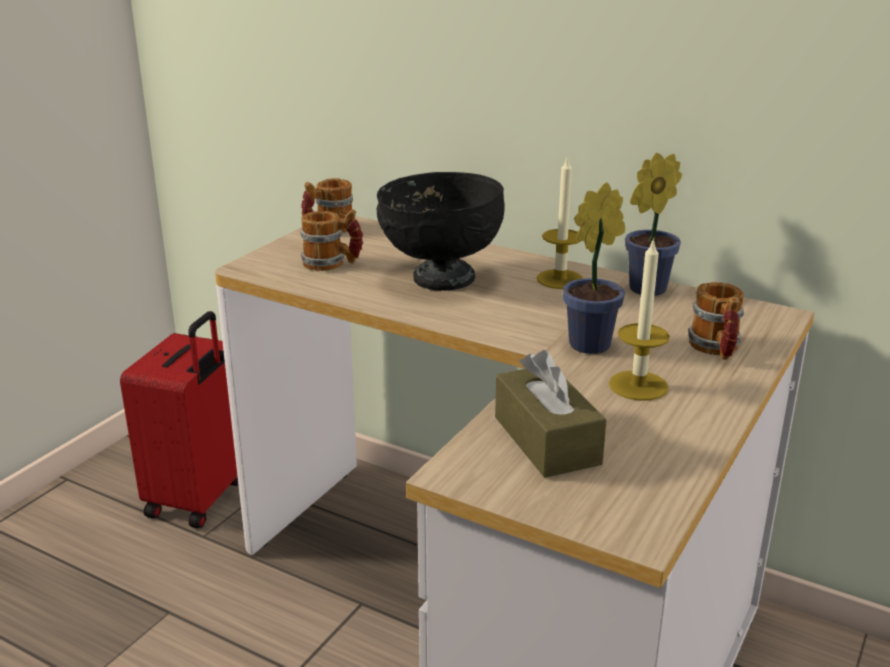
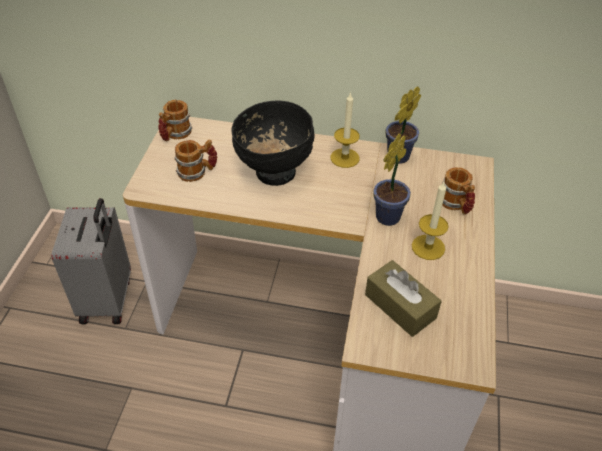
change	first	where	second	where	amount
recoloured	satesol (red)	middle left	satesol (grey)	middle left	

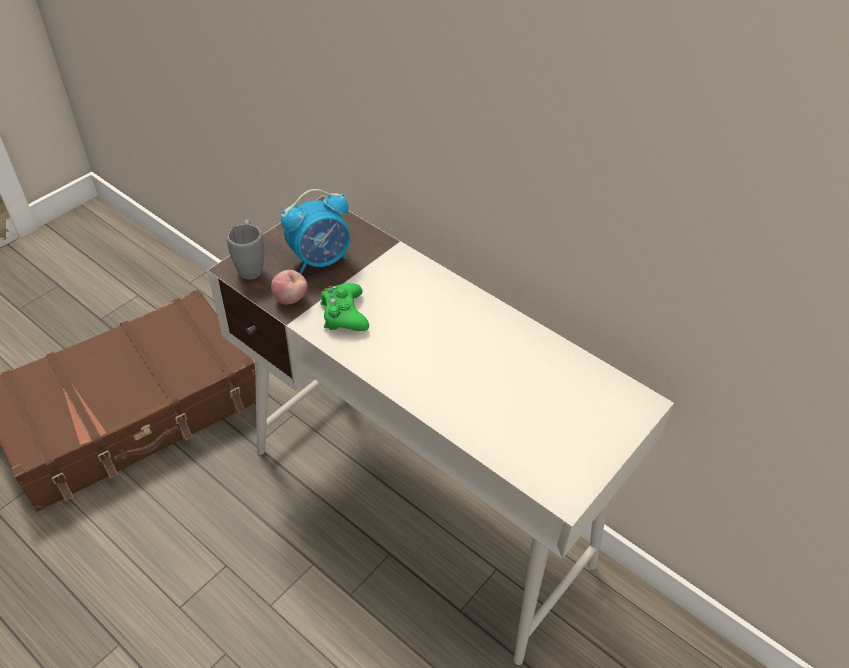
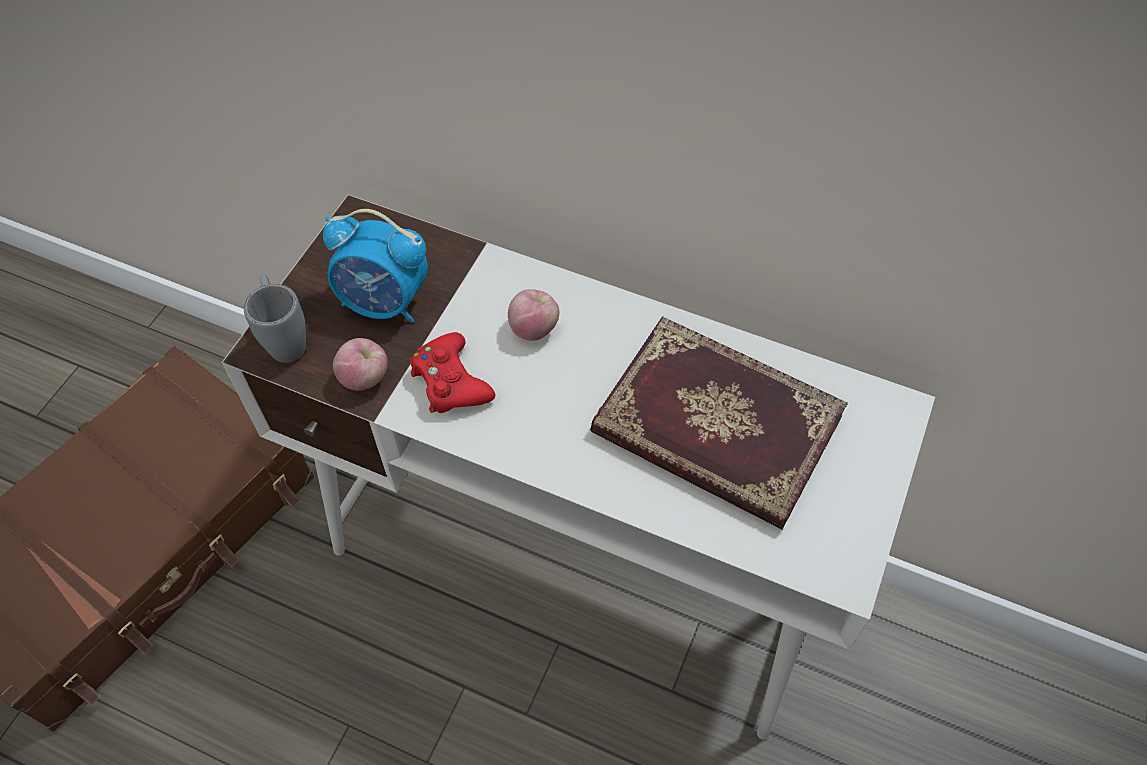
change	first	where	second	where	amount
turned	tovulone	centre		middle left	60 degrees clockwise
recoloured	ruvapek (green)	centre	ruvapek (red)	centre	
added			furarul (2nd from left)	centre	
added			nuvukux	centre	

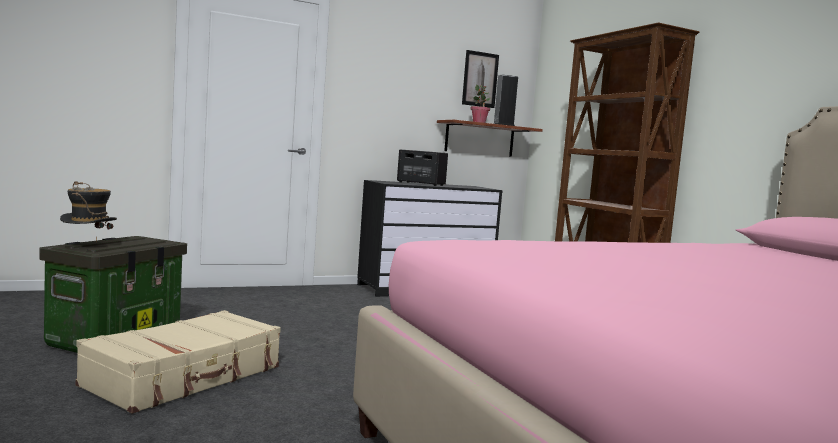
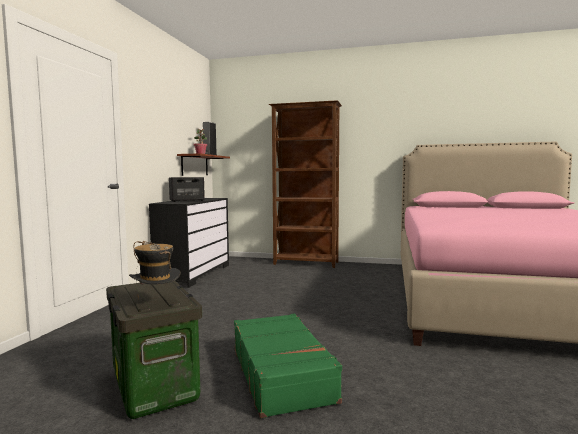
change	first	where	second	where	amount
removed	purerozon	top centre			
recoloured	satesol (beige)	bottom left	satesol (green)	bottom centre	

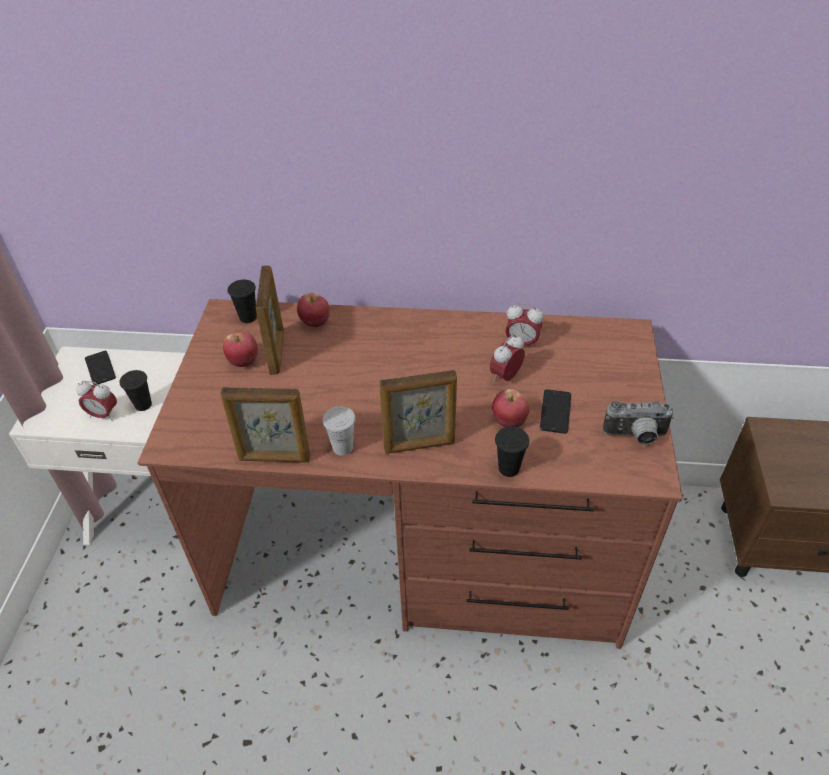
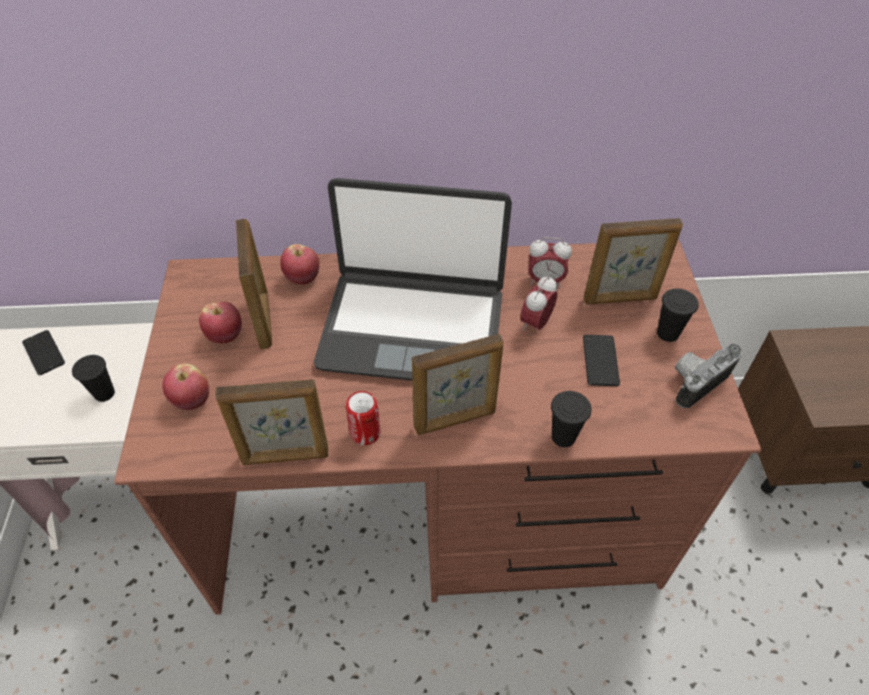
change	first	where	second	where	amount
moved	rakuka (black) (2nd from left in the first image)	middle left	rakuka (black) (3rd from left)	middle right	
removed	tovulone (1st from left)	middle left			
moved	furarul (3rd from left in the first image)	centre	furarul (1st from left)	middle left	
turned	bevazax	middle right		middle right	150 degrees clockwise
replaced	rakuka (white)	centre	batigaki	centre	
added			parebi	centre	
added			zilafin (4th from left)	middle right	

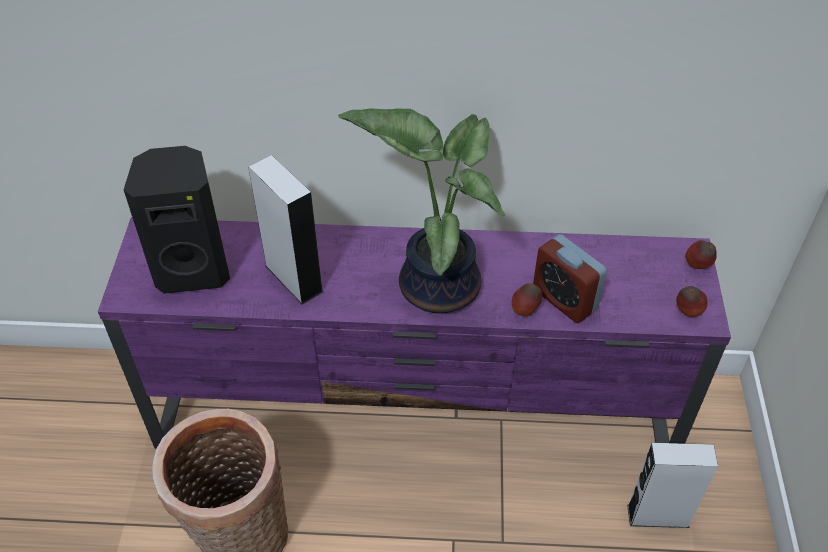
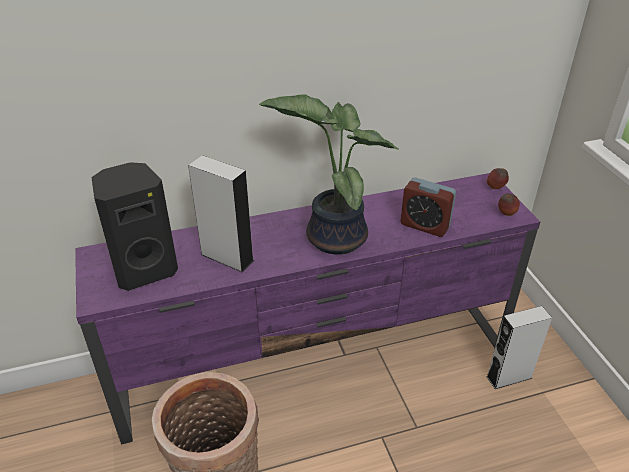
change	first	where	second	where	amount
removed	furarul (1st from left)	centre			

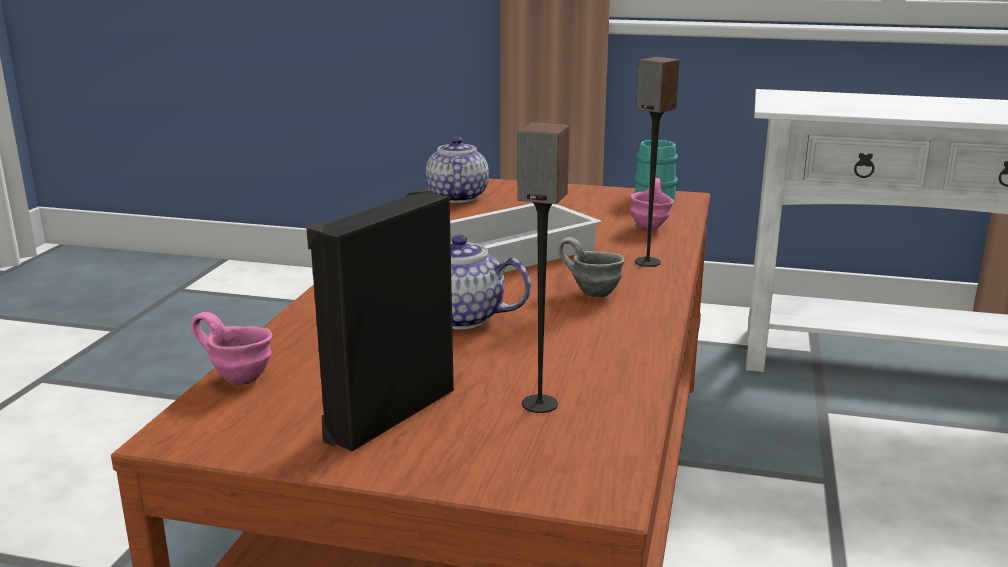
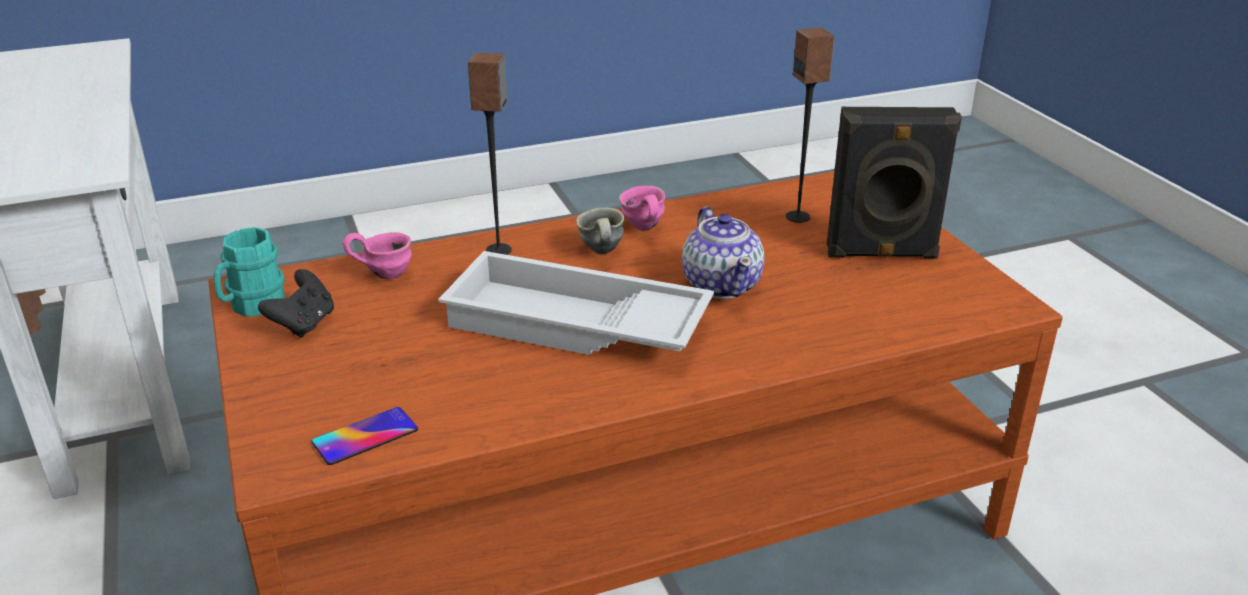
change	first	where	second	where	amount
replaced	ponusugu (1st from left)	top centre	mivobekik	bottom left	
moved	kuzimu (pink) (1st from left in the first image)	middle left	kuzimu (pink) (2nd from left)	centre	
added			ruvapek (black)	middle left	

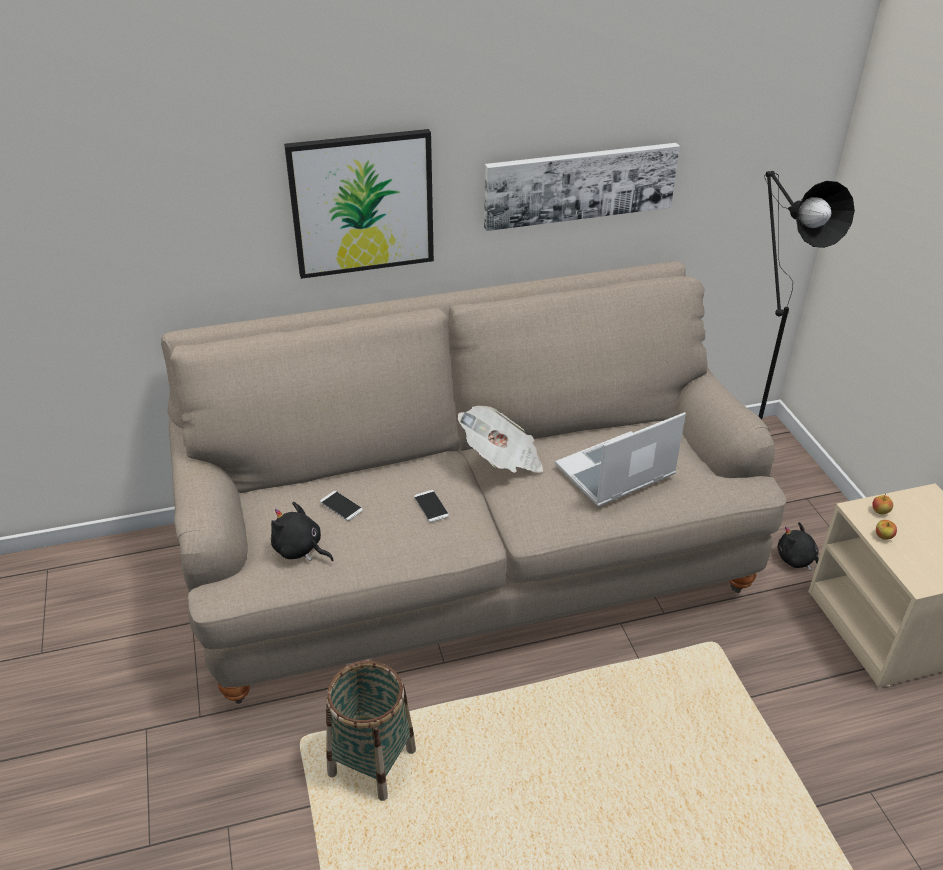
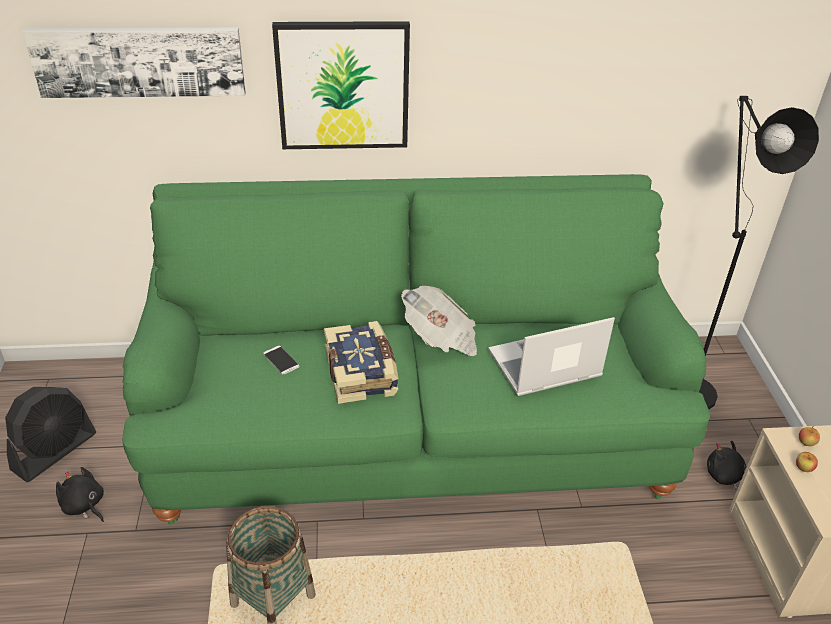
change	first	where	second	where	amount
moved	purerozon (2nd from left in the first image)	top centre	purerozon (1st from left)	top left	
recoloured	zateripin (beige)	centre	zateripin (green)	centre	
replaced	mivobekik (2nd from left)	centre	nuvukux	centre	
moved	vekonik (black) (1st from left)	middle left		bottom left	
added			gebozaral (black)	bottom left	

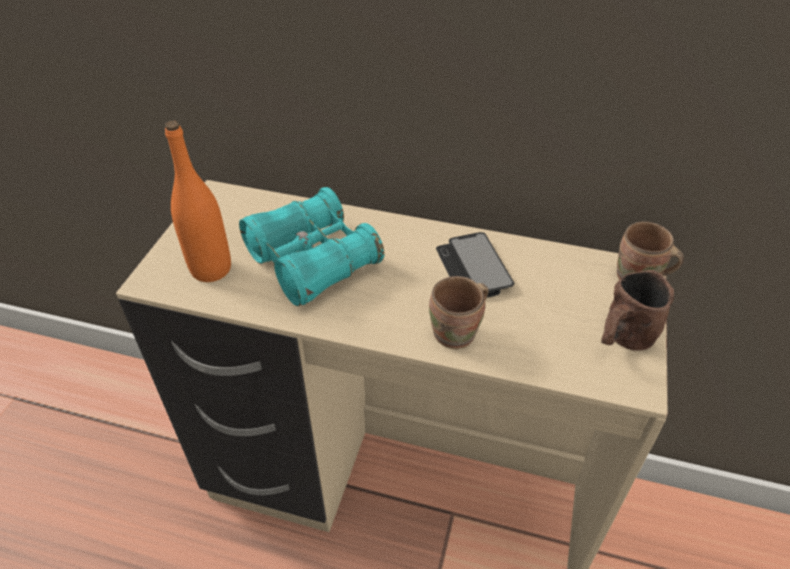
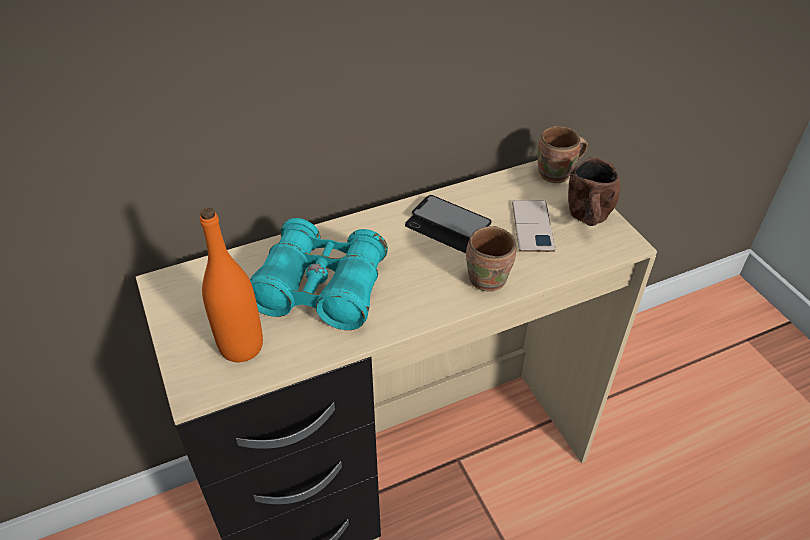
change	first	where	second	where	amount
added			mivobekik (2nd from left)	centre	

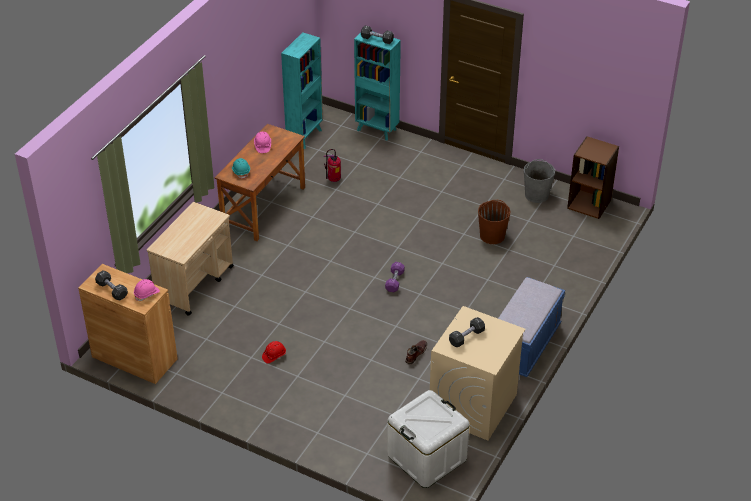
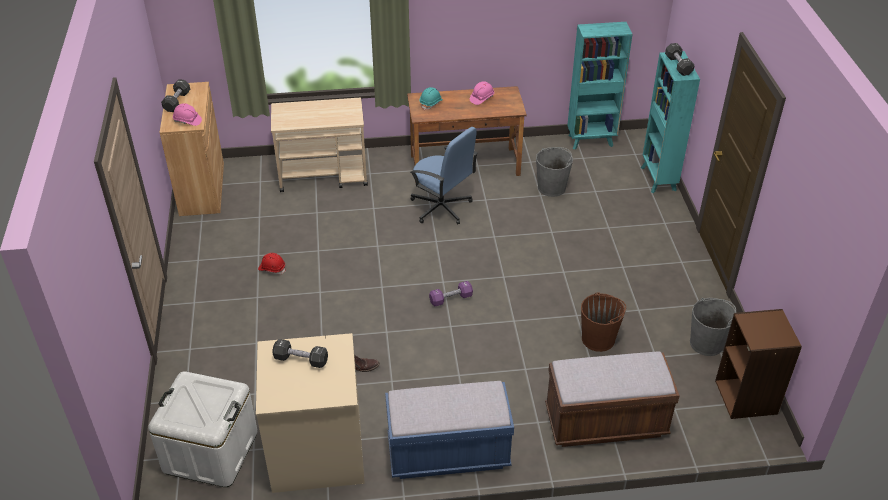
change	first	where	second	where	amount
replaced	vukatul	top centre	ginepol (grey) (1st from left)	centre	
added			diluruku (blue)	centre	
added			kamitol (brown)	bottom right	

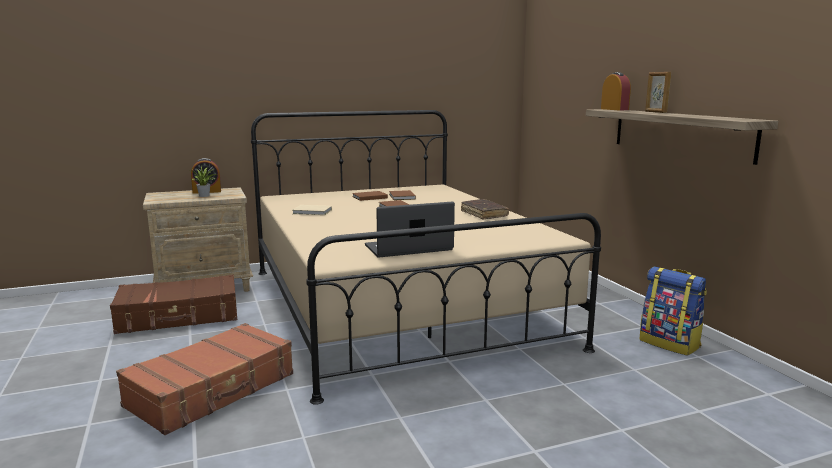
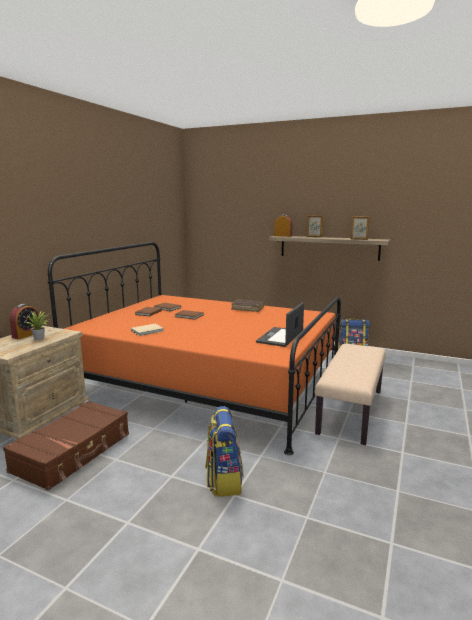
change	first	where	second	where	amount
recoloured	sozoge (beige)	centre	sozoge (orange)	centre	
replaced	satesol (brown) (2nd from left)	bottom left	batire (1st from left)	bottom centre	
added			zilafin (2nd from left)	middle right	
added			kamitol (beige)	middle right	

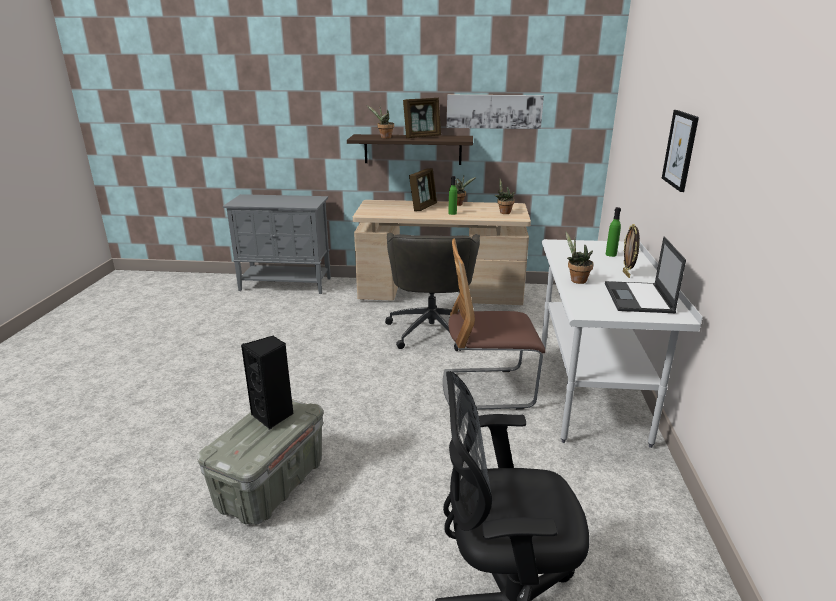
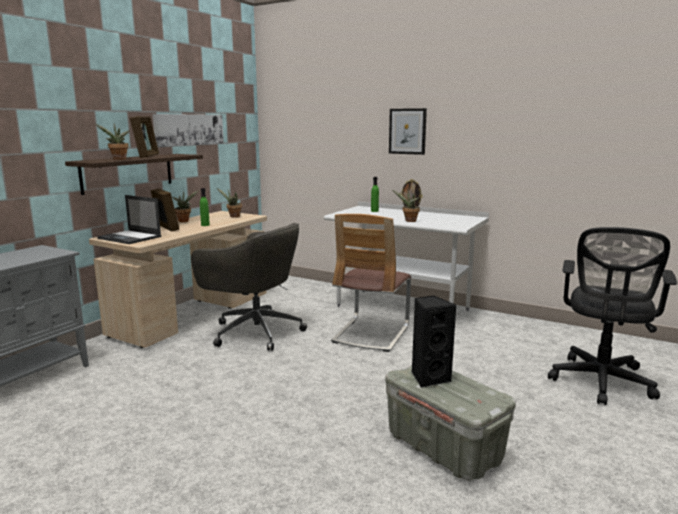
change	first	where	second	where	amount
moved	parebi	middle right		middle left	

